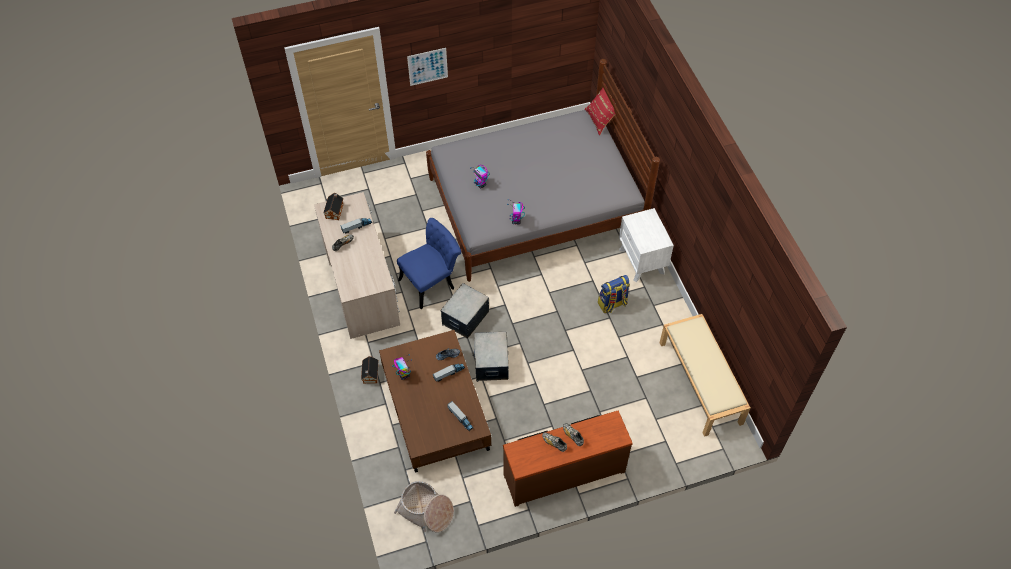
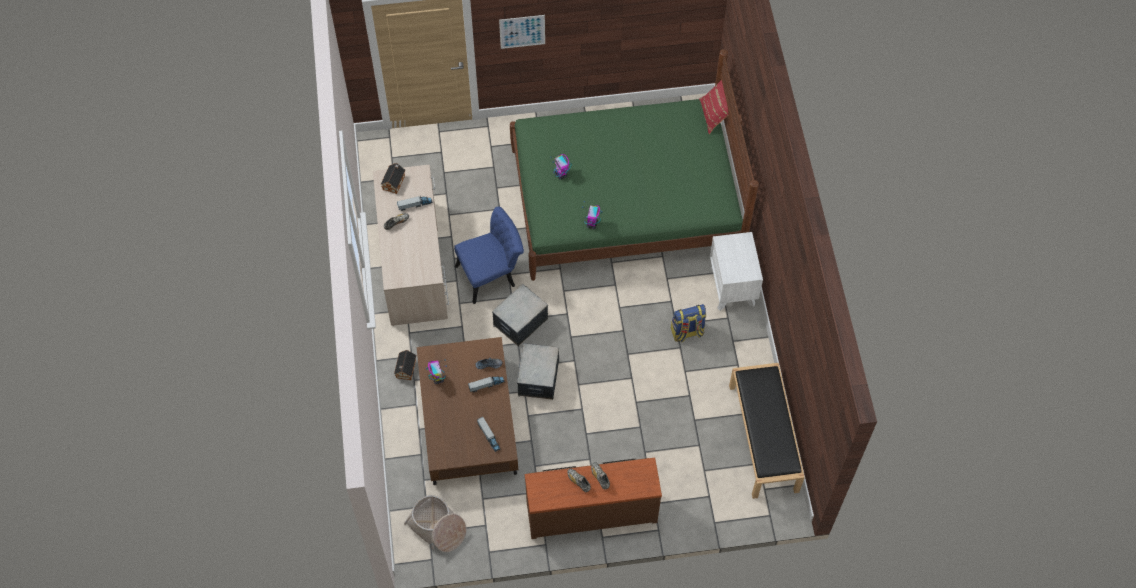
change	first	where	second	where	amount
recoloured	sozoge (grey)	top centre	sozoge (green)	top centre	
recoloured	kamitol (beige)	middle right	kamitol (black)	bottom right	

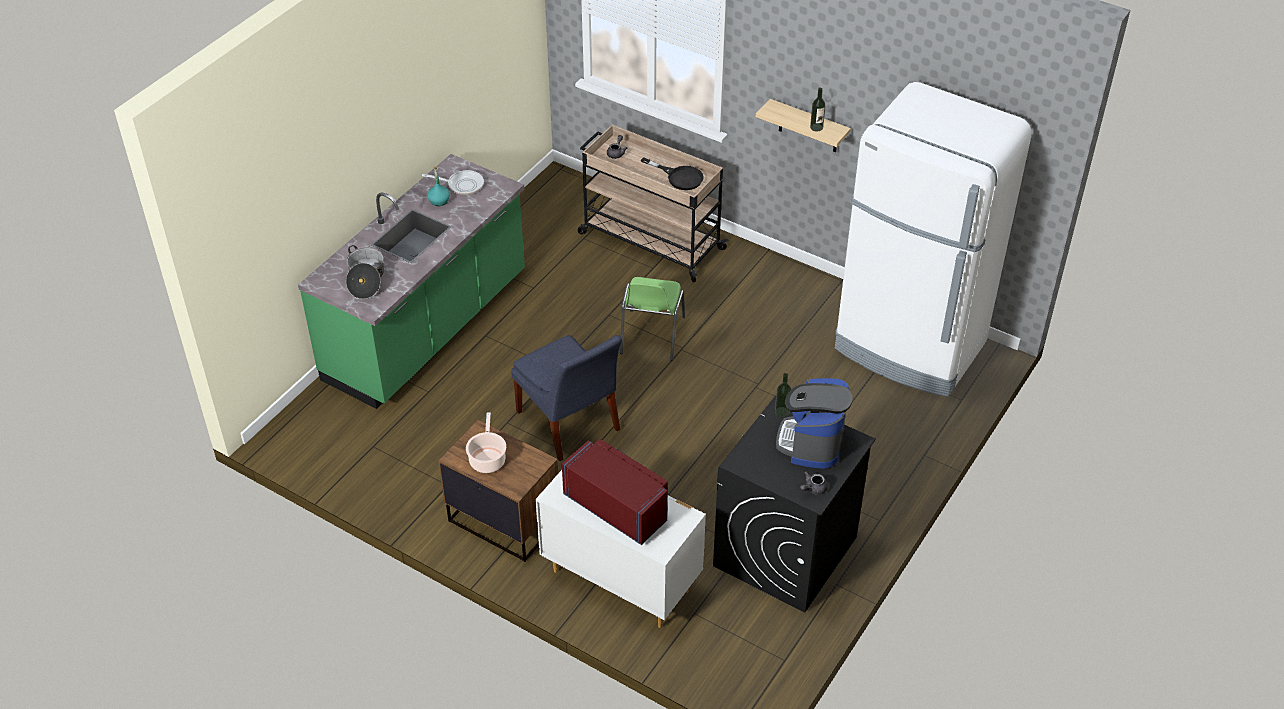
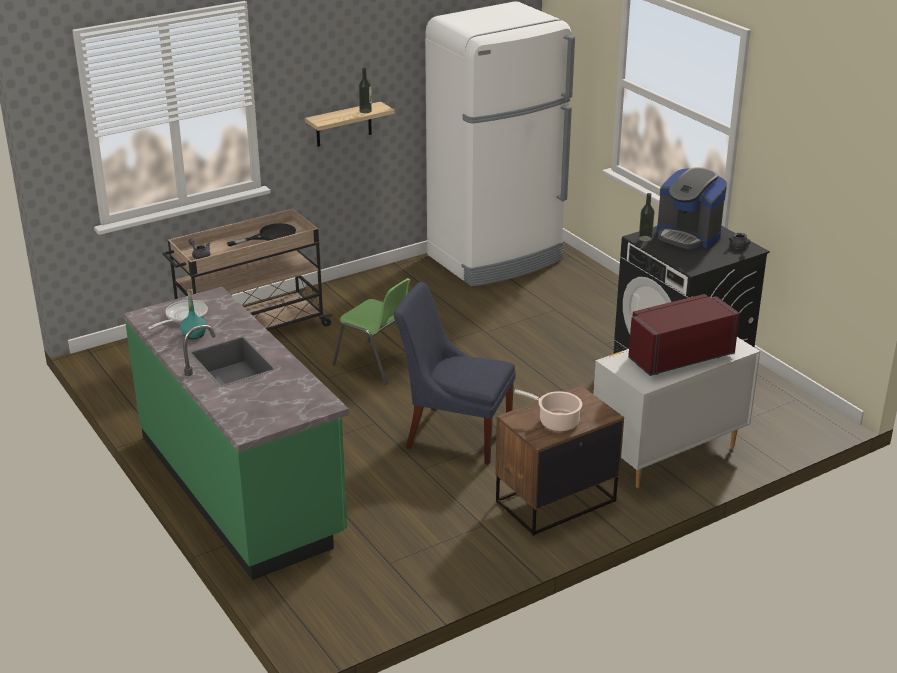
change	first	where	second	where	amount
removed	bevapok (1st from left)	middle left			
turned	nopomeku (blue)	centre		centre	150 degrees counterclockwise

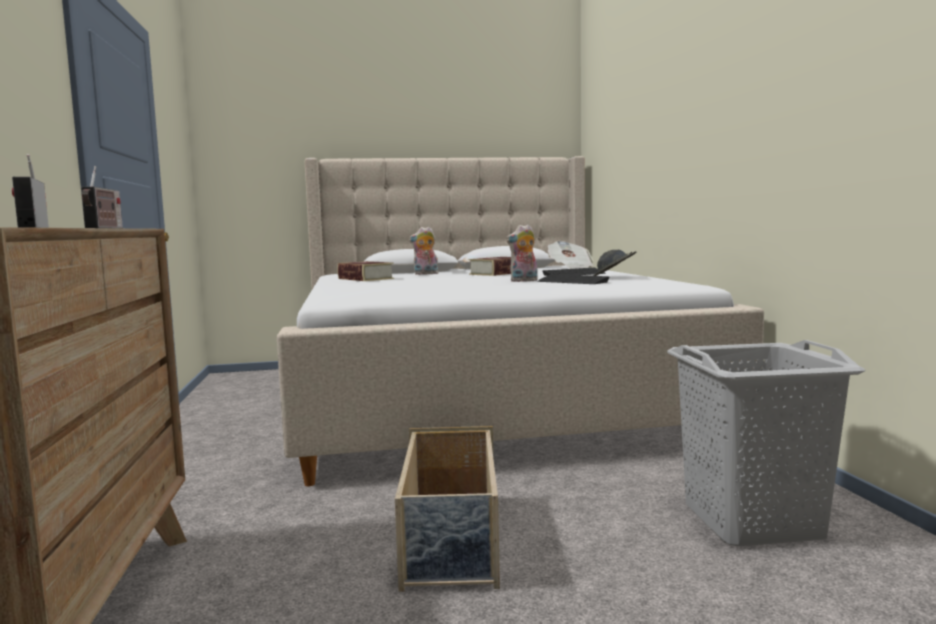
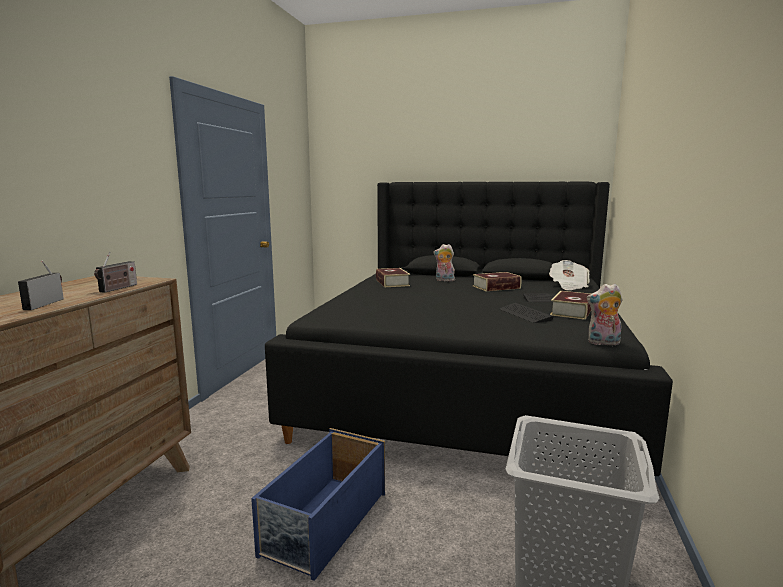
change	first	where	second	where	amount
recoloured	sozoge (beige)	centre	sozoge (black)	centre	
moved	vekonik (2nd from left)	centre		middle right	
replaced	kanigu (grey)	centre	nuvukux (3rd from left)	middle right	
recoloured	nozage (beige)	bottom centre	nozage (blue)	bottom centre	

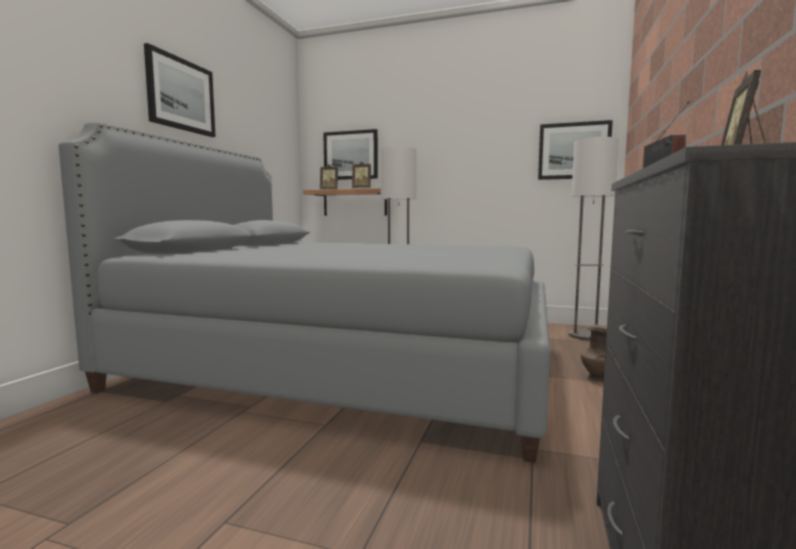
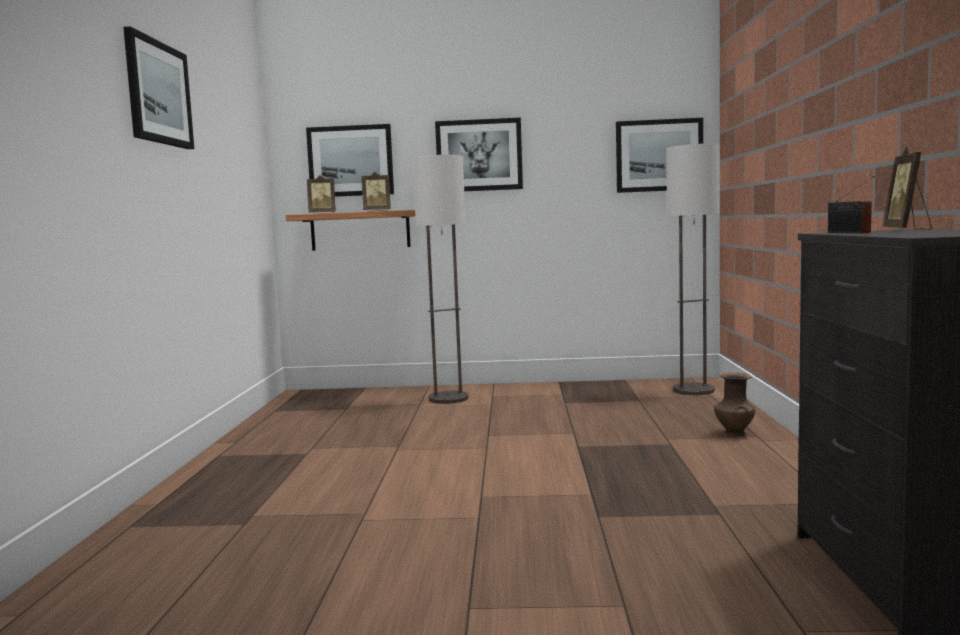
change	first	where	second	where	amount
removed	sozoge (grey)	centre			
added			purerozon (3rd from left)	top centre	

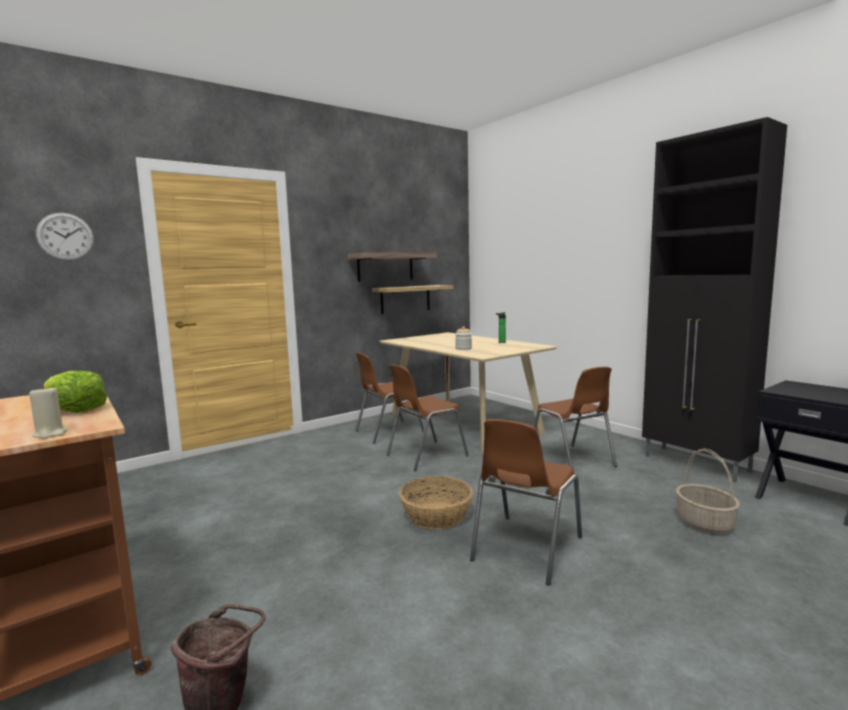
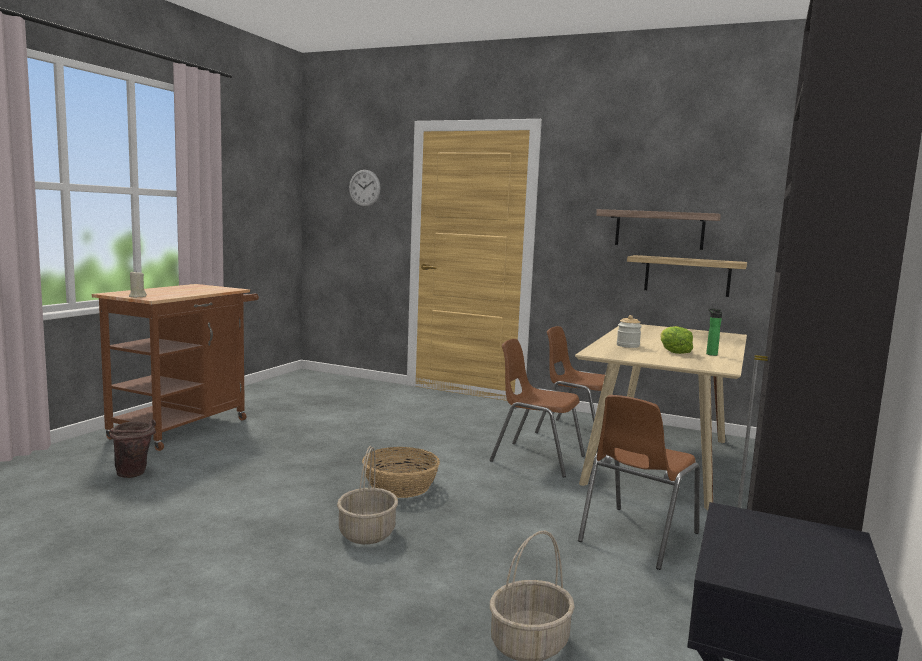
change	first	where	second	where	amount
moved	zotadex	middle left		middle right	
replaced	nopomeku (brown) (3rd from left)	bottom centre	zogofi (1st from left)	bottom centre	

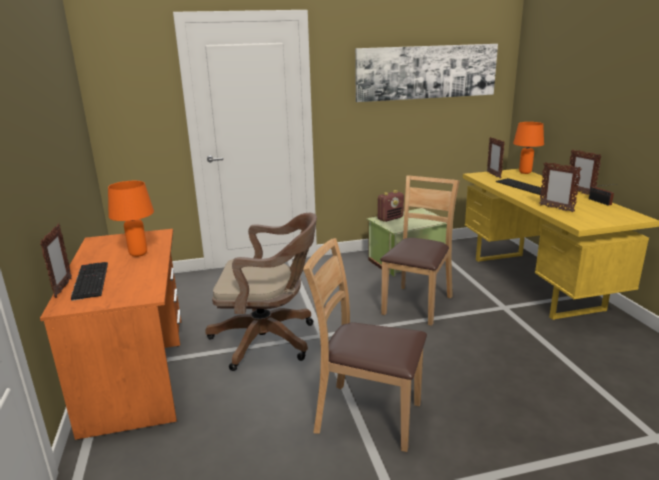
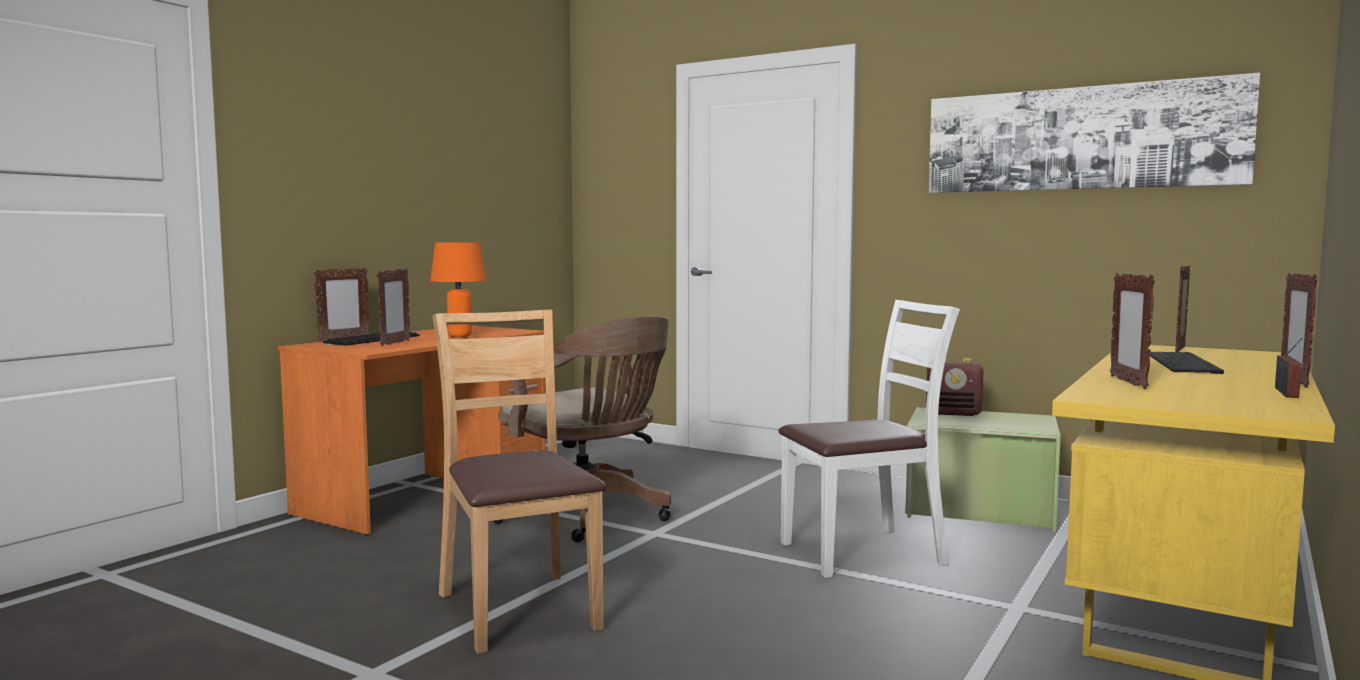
change	first	where	second	where	amount
removed	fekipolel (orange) (2nd from left)	top right			
recoloured	nopomeku (brown) (2nd from left)	centre	nopomeku (white)	centre	
added			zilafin (2nd from left)	middle left	

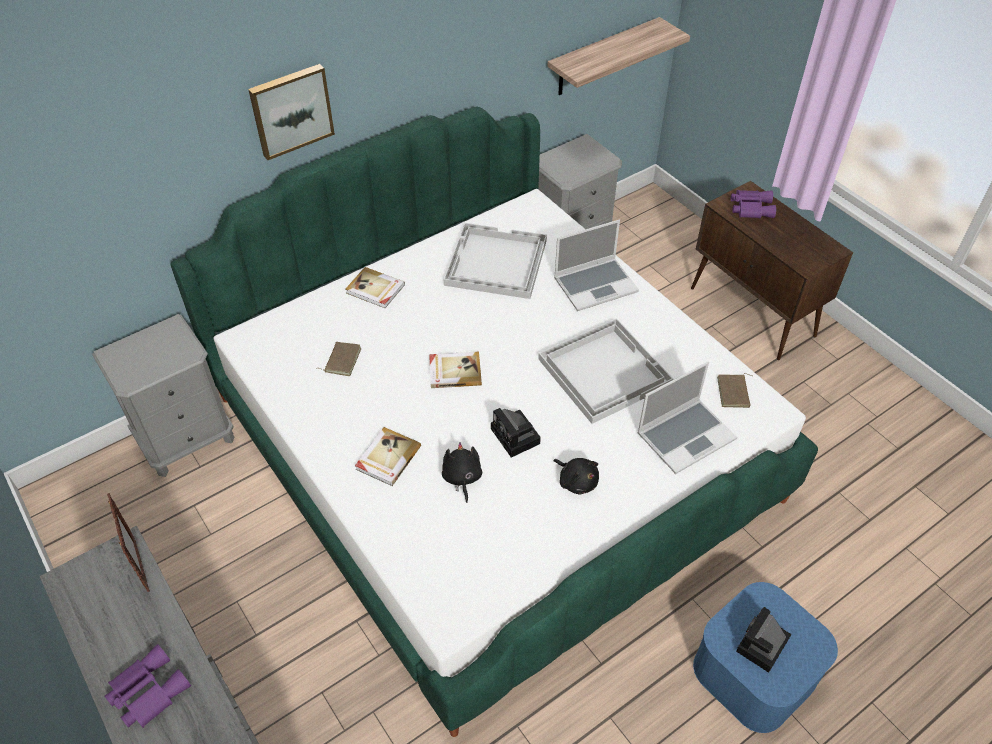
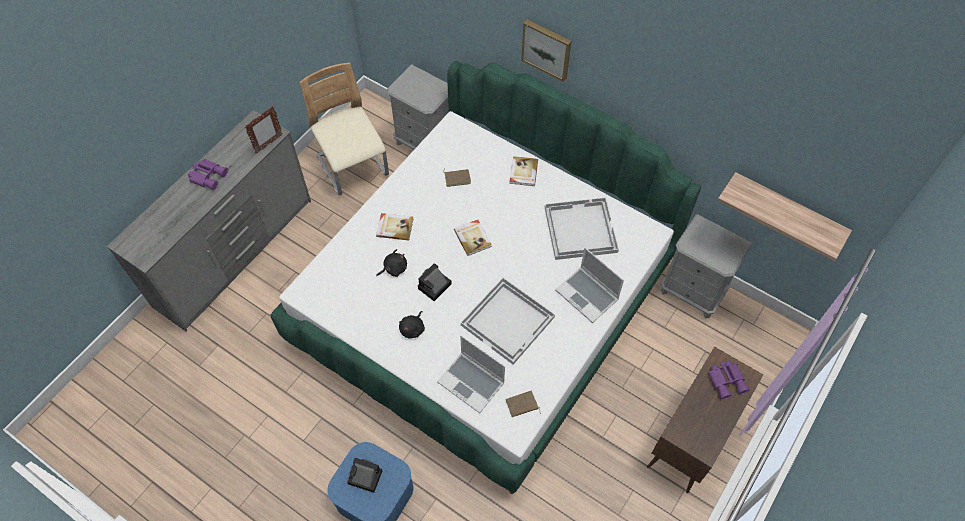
change	first	where	second	where	amount
added			nopomeku (beige)	top centre	

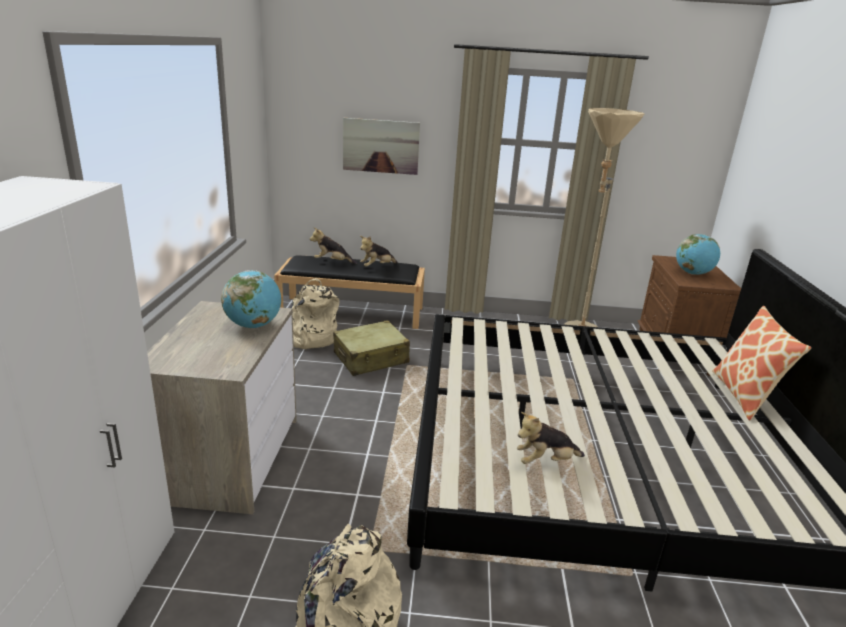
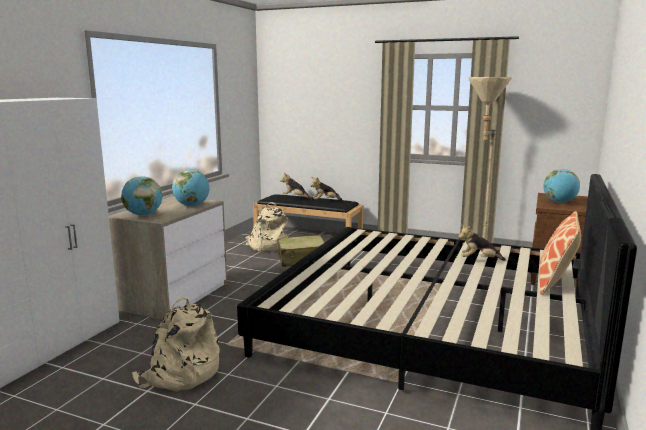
change	first	where	second	where	amount
removed	purerozon	top centre			
moved	vekonik (3rd from left)	bottom centre		middle right	
added			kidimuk (1st from left)	middle left	

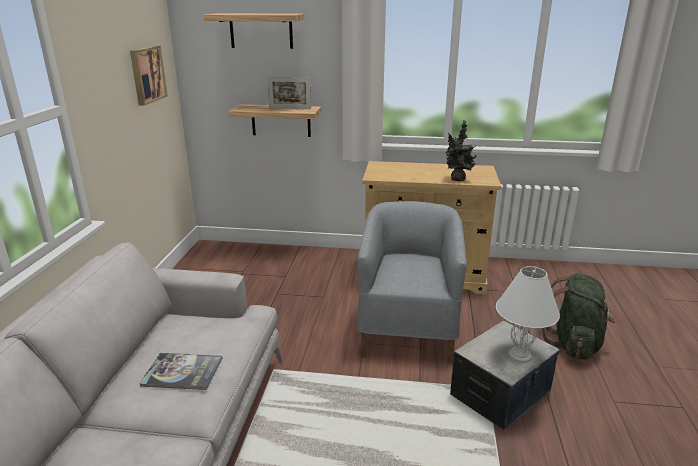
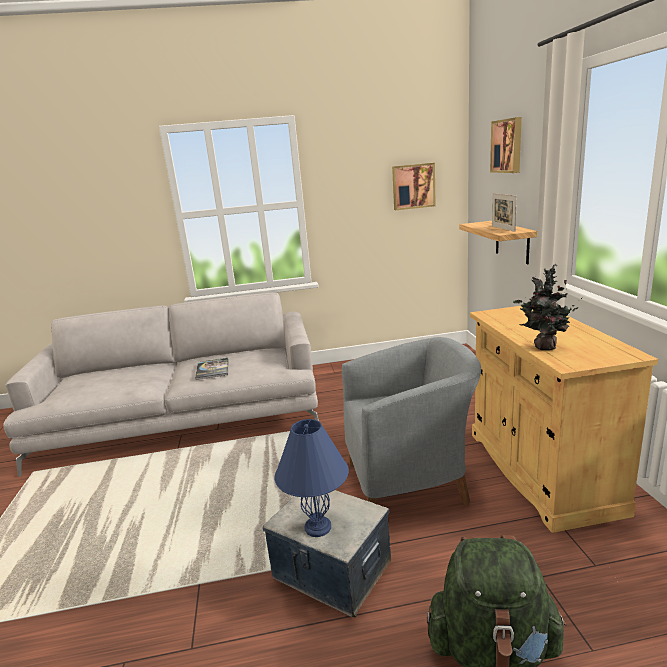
change	first	where	second	where	amount
replaced	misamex (1st from left)	top centre	purerozon (2nd from left)	top right	
recoloured	fekipolel (white)	bottom right	fekipolel (blue)	bottom centre	

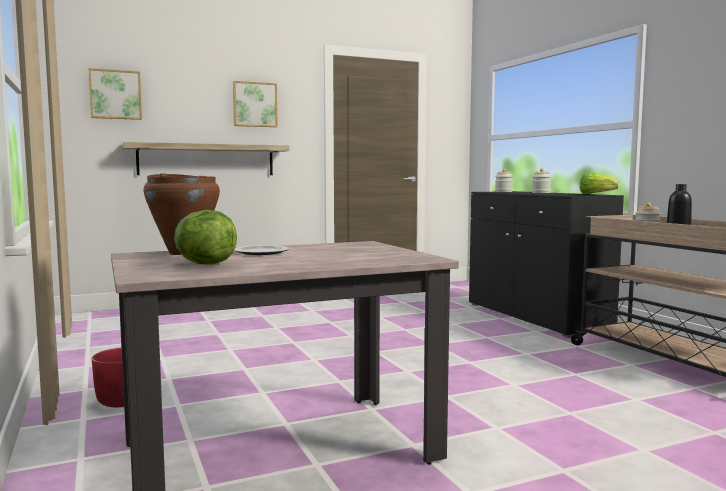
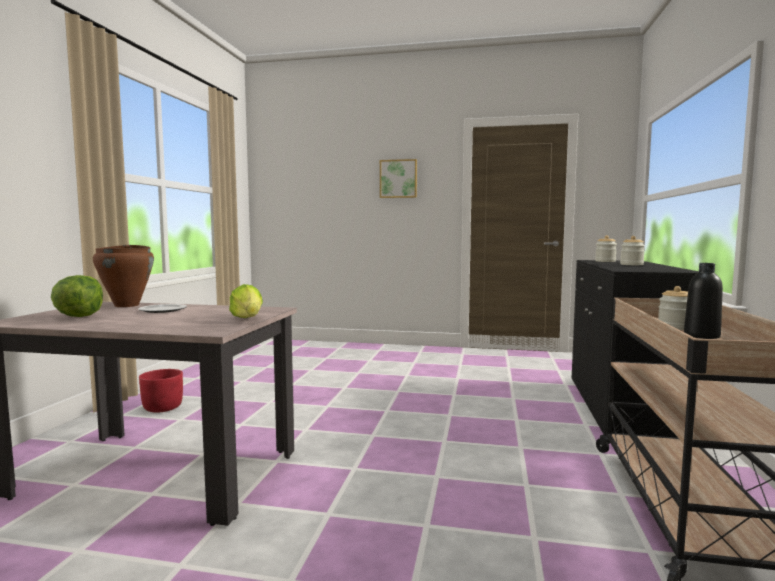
change	first	where	second	where	amount
removed	purerozon (1st from left)	top left			
removed	misamex	top left			
moved	zotadex (2nd from left)	middle right		middle left	

